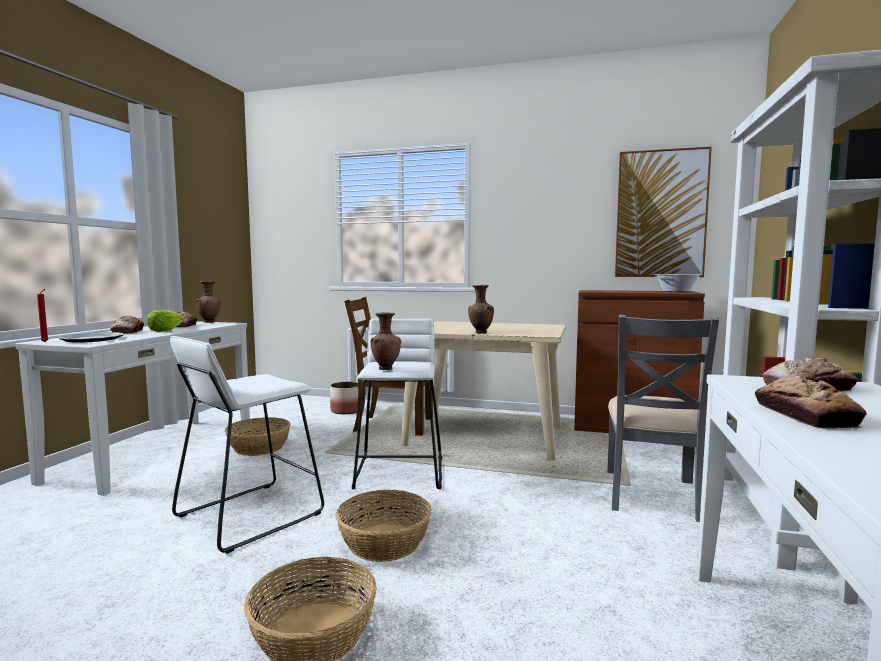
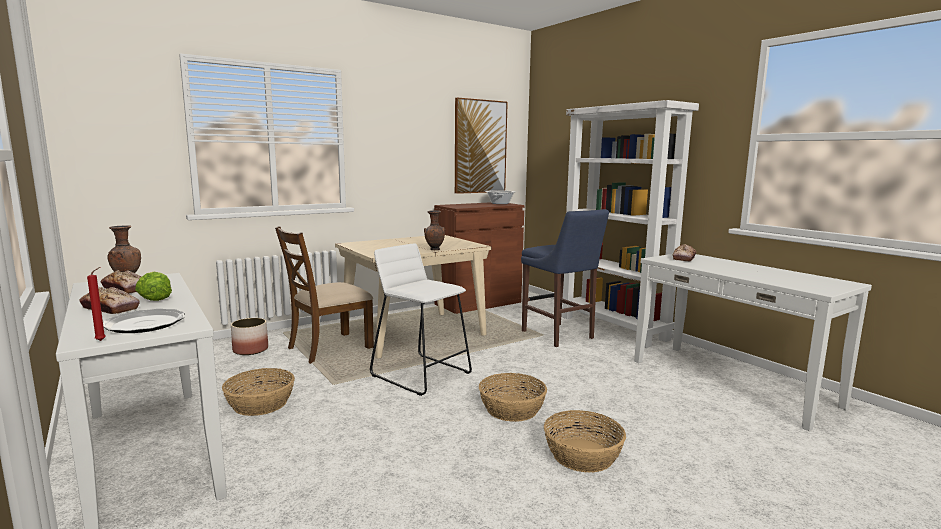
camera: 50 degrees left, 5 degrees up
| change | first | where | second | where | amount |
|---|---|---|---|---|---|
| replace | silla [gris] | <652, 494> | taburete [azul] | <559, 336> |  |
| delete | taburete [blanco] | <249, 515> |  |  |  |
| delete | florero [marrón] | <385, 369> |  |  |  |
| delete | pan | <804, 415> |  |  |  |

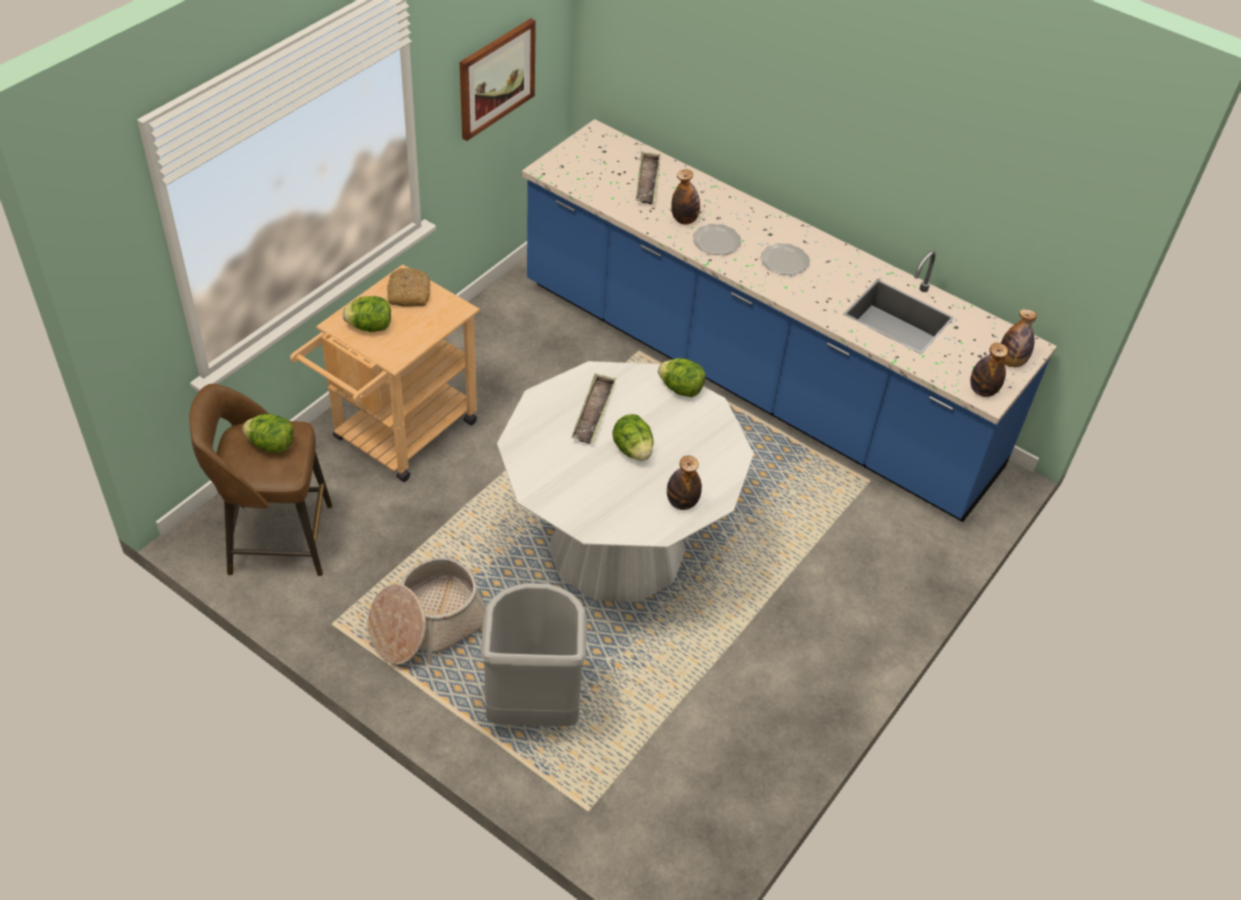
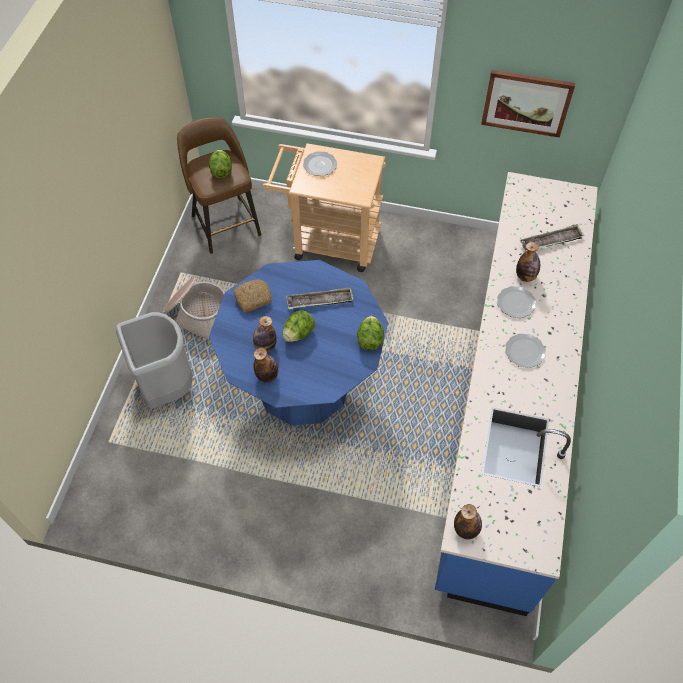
camera: 70 degrees right, 10 degrees up
| change | first | where | second | where | amount |
|---|---|---|---|---|---|
| recolor | mesa de comedor [blanco] | <616, 548> | mesa de comedor [azul] | <303, 384> |  |
| move | pan | <408, 293> |  | <253, 298> |  |
| move | botella | <1011, 362> |  | <265, 346> |  |
| replace | lechuga | <370, 327> | plato | <319, 165> |  |

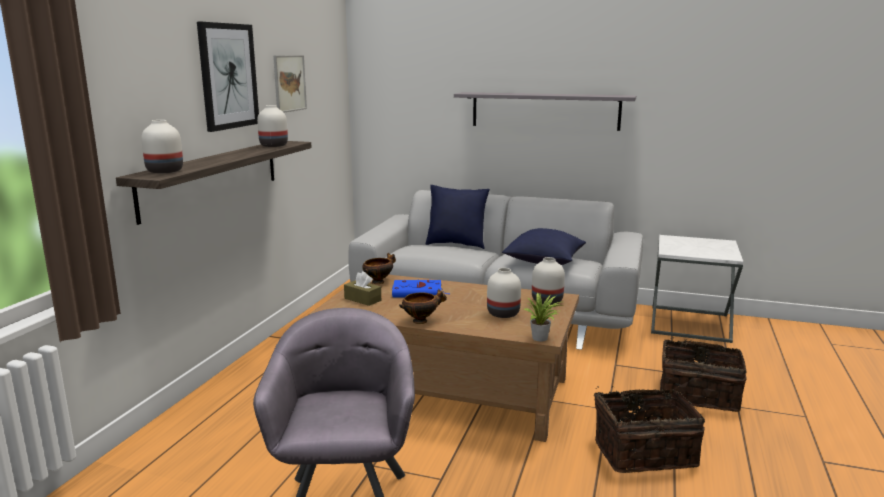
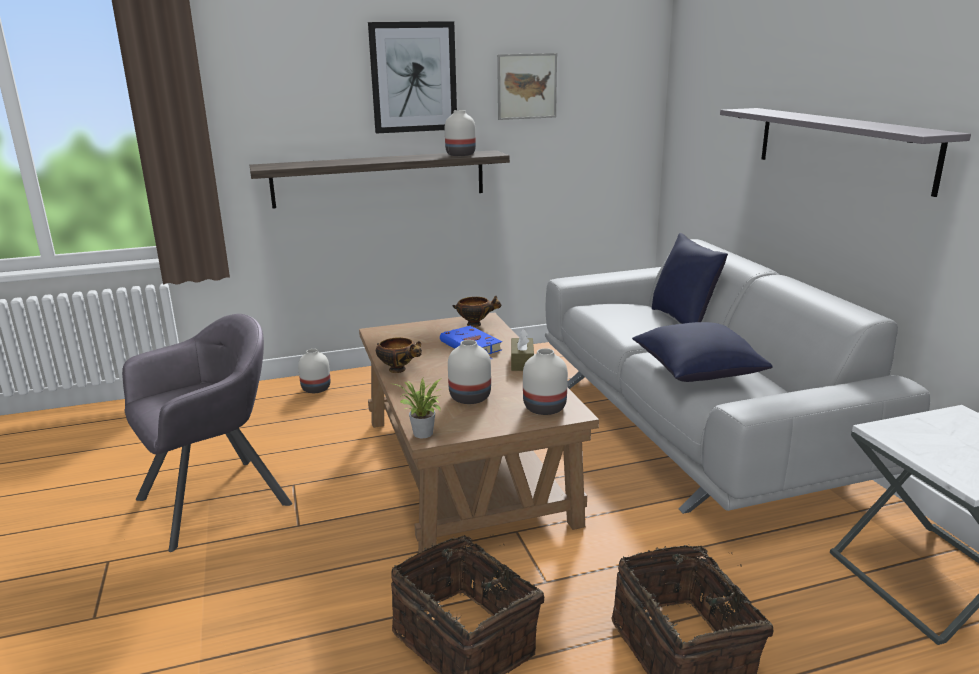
camera: 55 degrees right, 5 degrees up
| change | first | where | second | where | amount |
|---|---|---|---|---|---|
| move | florero [blanco] | <165, 171> |  | <317, 388> |  |
| move | caja de pañuelos [marrón] | <362, 299> |  | <522, 362> |  |

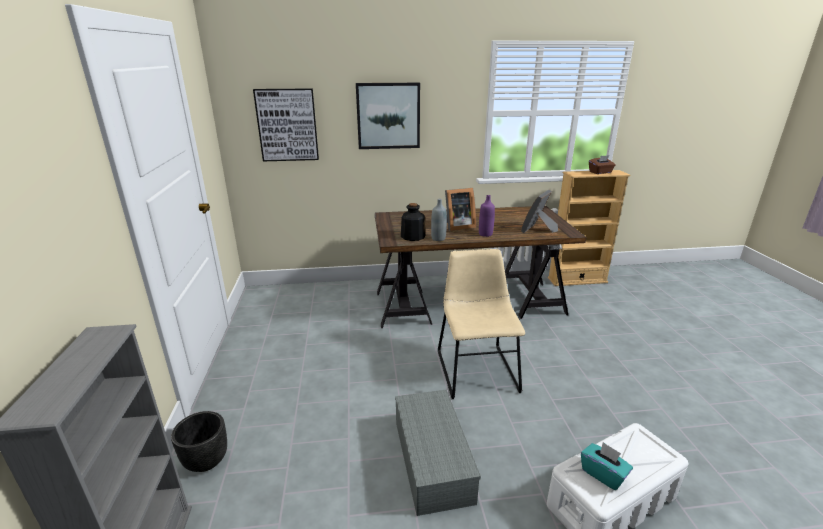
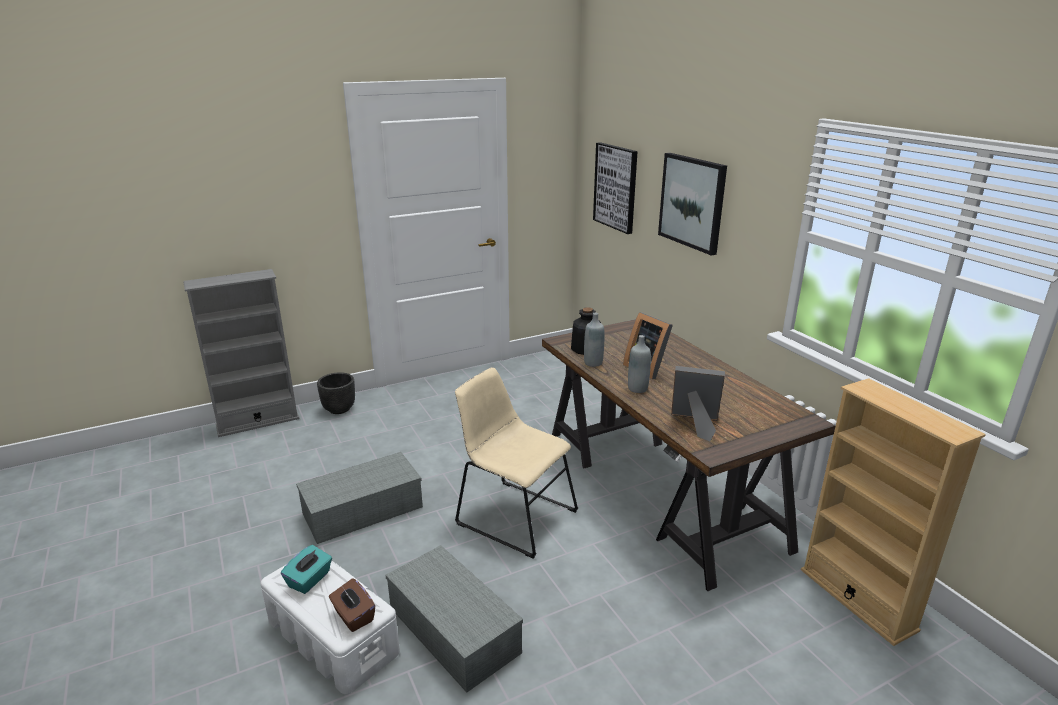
camera: 70 degrees right, 0 degrees up
| change | first | where | second | where | amount |
|---|---|---|---|---|---|
| move | caja de pañuelos [marrón] | <600, 172> |  | <353, 616> |  |
| insert |  |  | caja de almacenaje [gris] | <456, 630> |  |
| rotate | silla [beis] | <476, 368> |  | <512, 515> | 120 degrees counterclockwise |
| recolor | botella [morado] | <485, 234> | botella [gris] | <637, 388> |  |

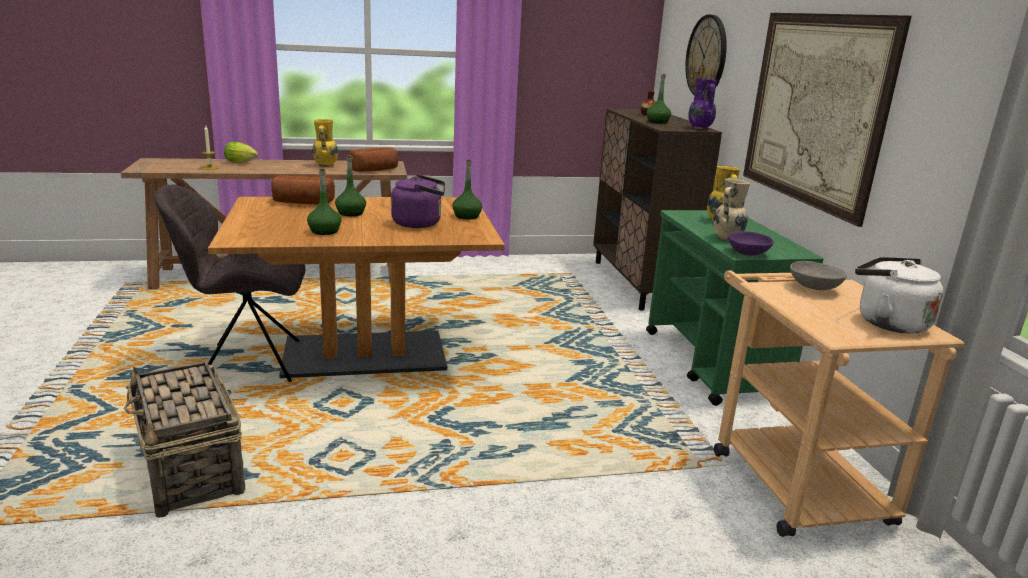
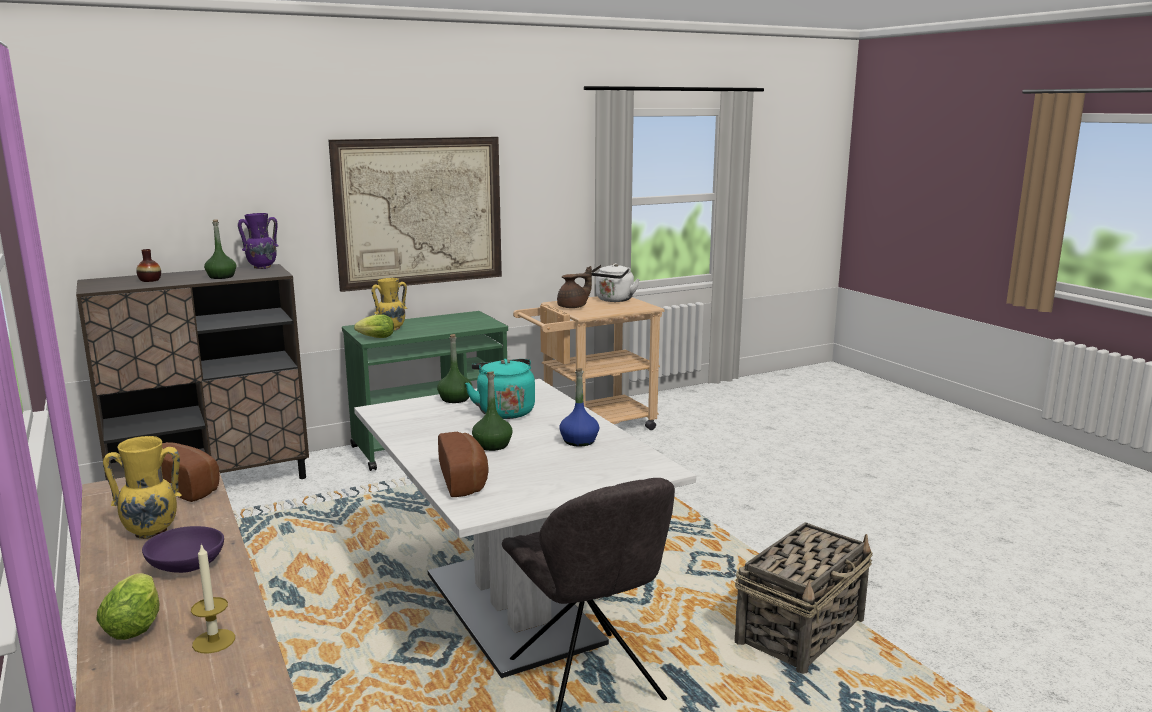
camera: 105 degrees left, 5 degrees down
| change | first | where | second | where | amount |
|---|---|---|---|---|---|
| move | cuenco [morado] | <748, 253> |  | <187, 566> |  |
| insert |  |  | lechuga | <374, 338> |  |
| recolor | mesa de comedor [marrón] | <364, 355> | mesa de comedor [blanco] | <512, 608> |  |
| recolor | hervidor [morado] | <420, 223> | hervidor [turquesa] | <504, 411> |  |
| replace | cuenco [gris] | <813, 287> | tetera [marrón] | <573, 307> |  |
| recolor | botella [verde] | <324, 231> | botella [azul] | <579, 441> |  |
| delete | reloj de pared | <707, 56> |  |  |  |
| delete | florero [beis] | <727, 238> |  |  |  |

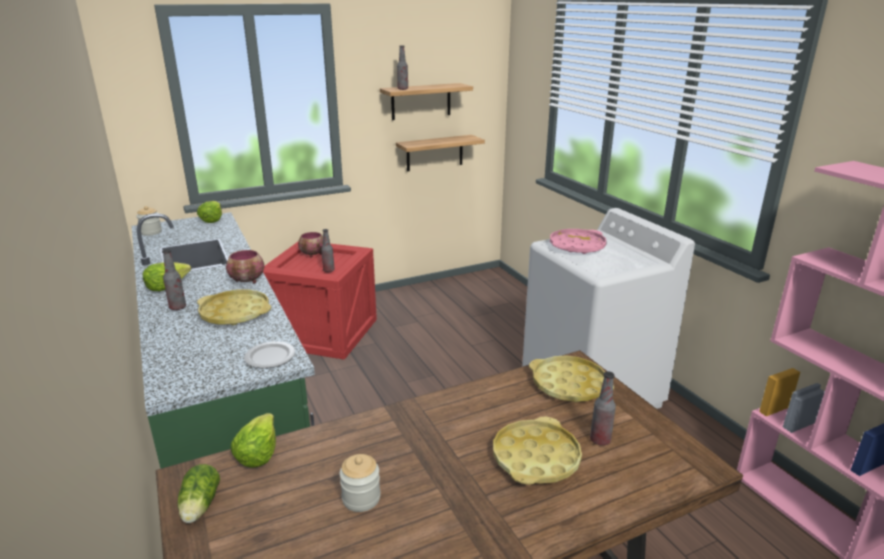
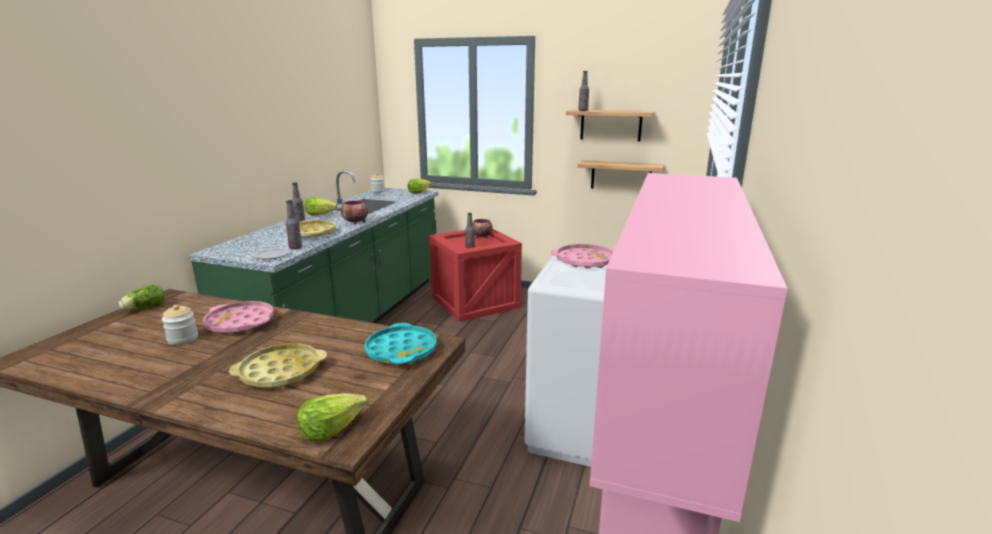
camera: 45 degrees right, 5 degrees down
| change | first | where | second | where | amount |
|---|---|---|---|---|---|
| insert |  |  | bandeja [rosa] | <240, 323> |  |
| move | botella | <600, 440> |  | <295, 248> |  |
| move | lechuga | <258, 453> |  | <331, 429> |  |
| recolor | bandeja [amarillo] | <569, 384> | bandeja [turquesa] | <401, 350> |  |

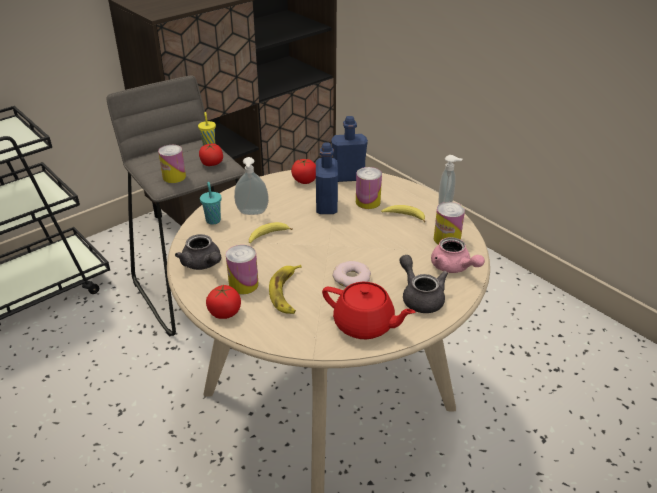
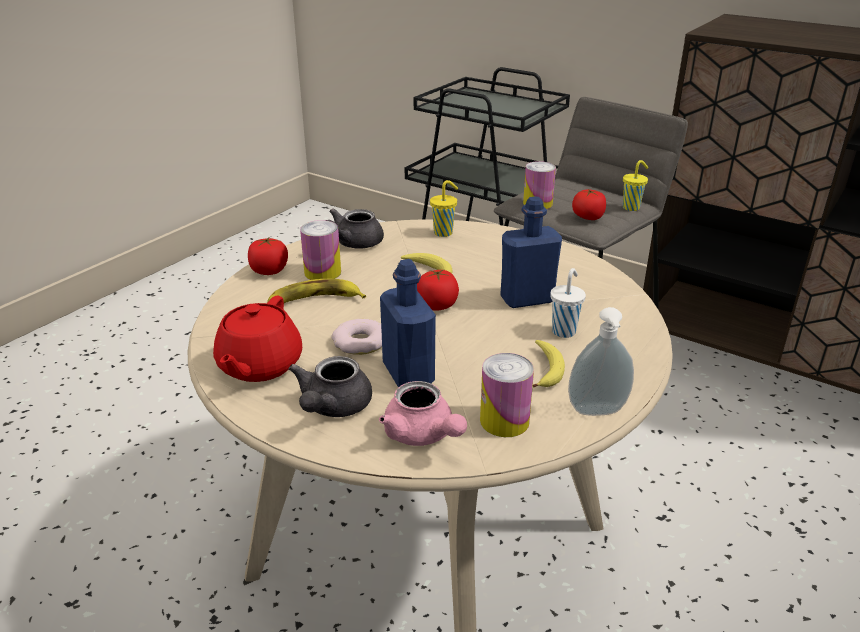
camera: 75 degrees right, 5 degrees down
| change | first | where | second | where | amount |
|---|---|---|---|---|---|
| rotate | tetera [gris] | <420, 297> |  | <332, 407> | 150 degrees clockwise |
| rotate | tetera [rosa] | <453, 267> |  | <423, 435> | 75 degrees counterclockwise |
| move | botella [azul] | <348, 177> |  | <408, 374> |  |
| move | tomate | <304, 180> |  | <437, 305> |  |
| recolor | taza [turquesa] | <213, 220> | taza [amarillo] | <444, 233> |  |
| replace | lata | <368, 202> | taza [blanco] | <564, 331> |  |
| delete | dispensador de jabón | <252, 213> |  |  |  |

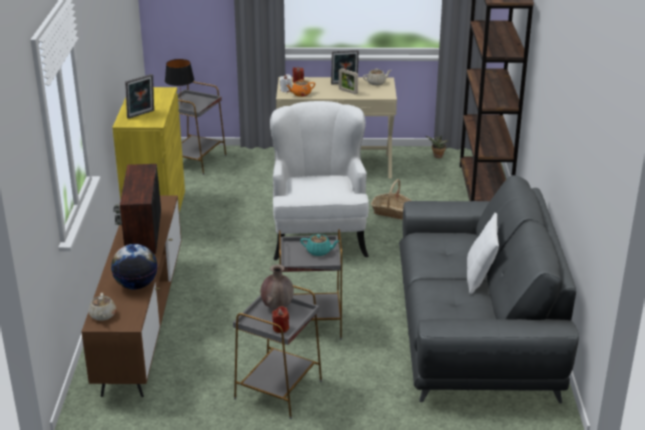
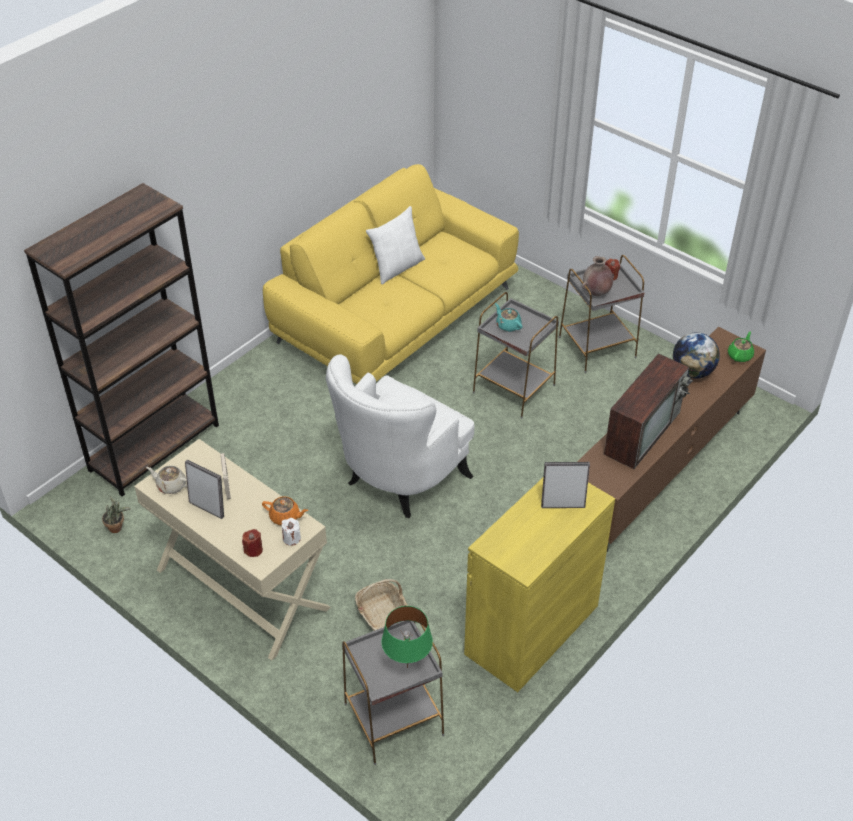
camera: 140 degrees left, 15 degrees up
| change | first | where | second | where | amount |
|---|---|---|---|---|---|
| recolor | sofá [gris] | <475, 328> | sofá [amarillo] | <396, 315> |  |
| move | cesta | <392, 212> |  | <382, 613> |  |
| recolor | lámpara de mesa [negro] | <181, 104> | lámpara de mesa [verde] | <407, 667> |  |
| recolor | tetera [beis] | <102, 315> | tetera [verde] | <740, 355> |  |

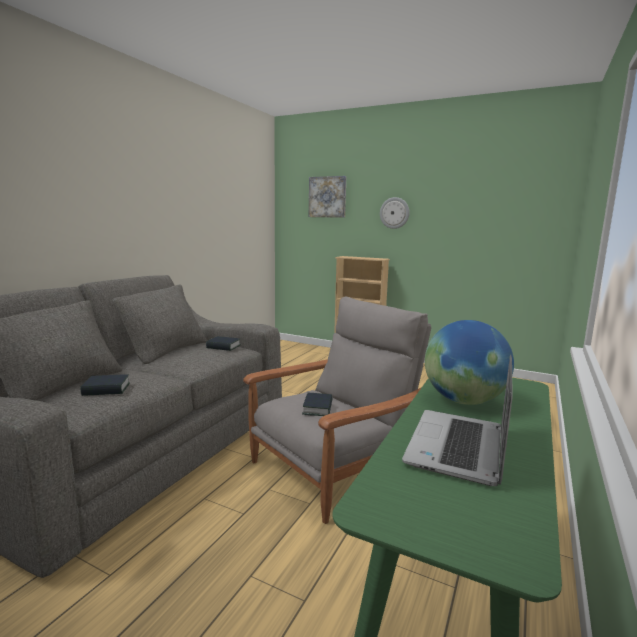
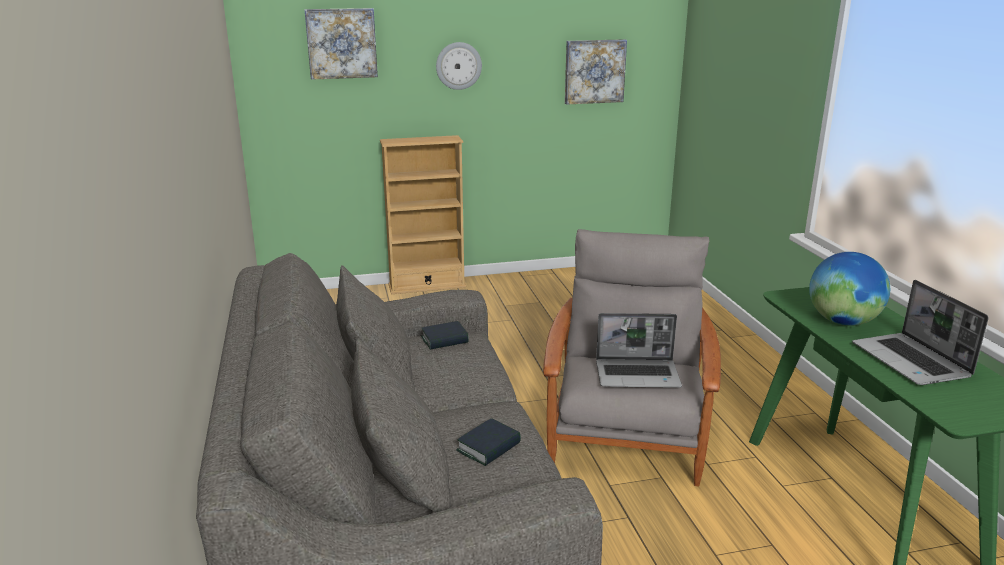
camera: 40 degrees left, 10 degrees up
| change | first | where | second | where | amount |
|---|---|---|---|---|---|
| insert |  |  | cuadro | <594, 71> |  |
| replace | libro | <318, 408> | portátil | <638, 375> |  |

